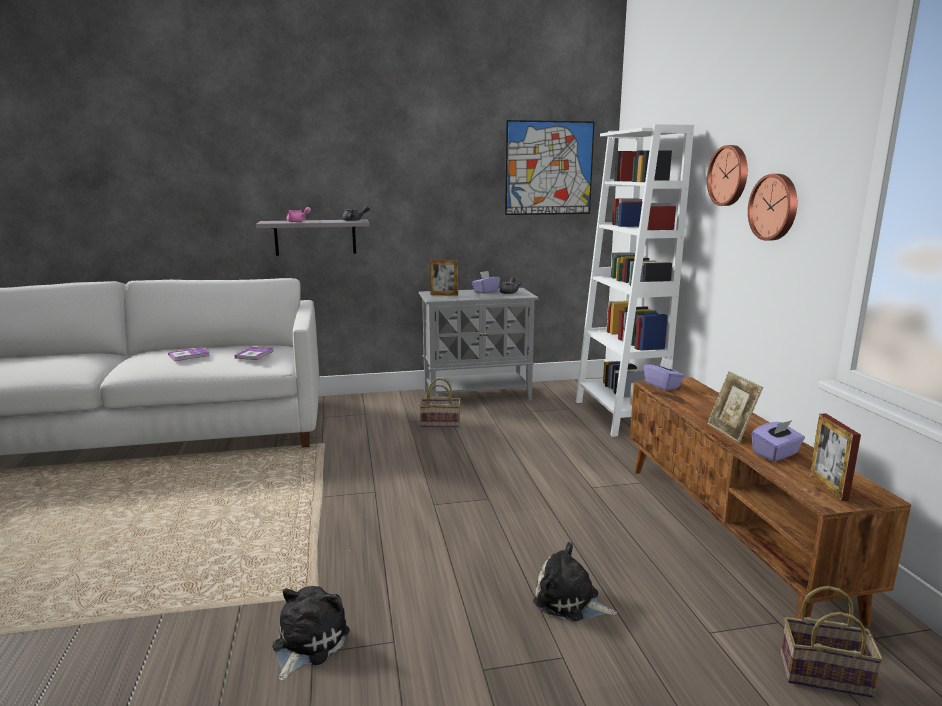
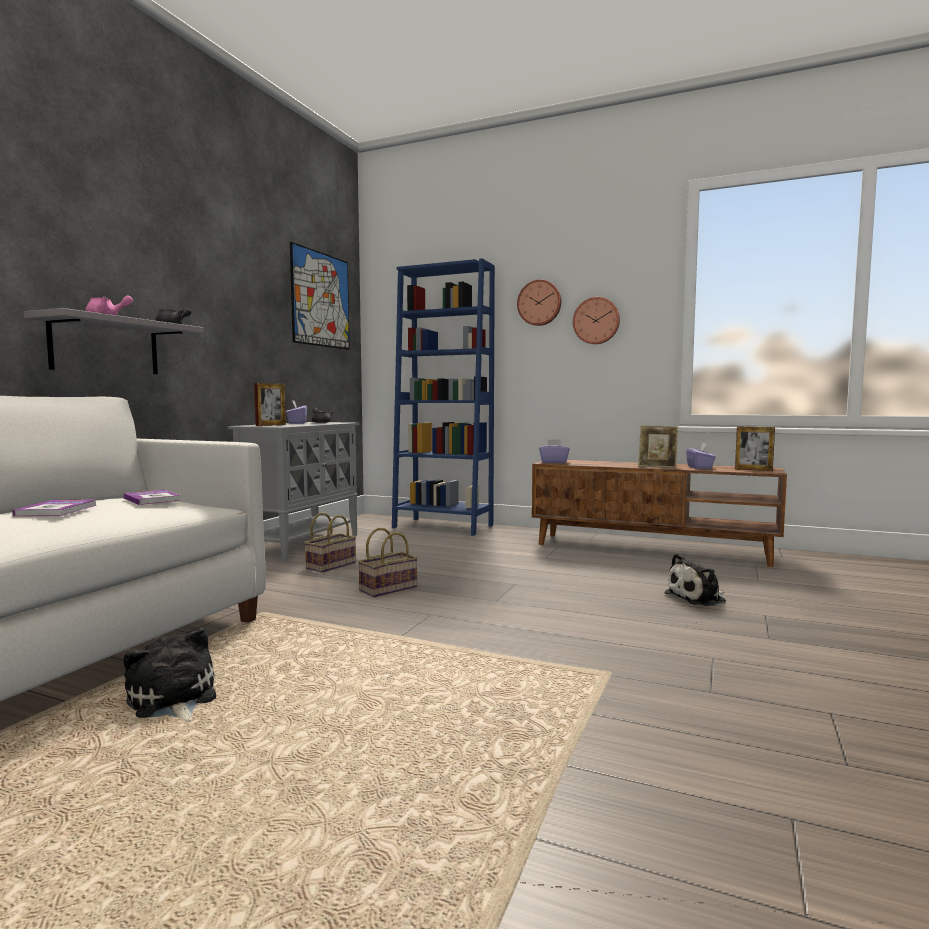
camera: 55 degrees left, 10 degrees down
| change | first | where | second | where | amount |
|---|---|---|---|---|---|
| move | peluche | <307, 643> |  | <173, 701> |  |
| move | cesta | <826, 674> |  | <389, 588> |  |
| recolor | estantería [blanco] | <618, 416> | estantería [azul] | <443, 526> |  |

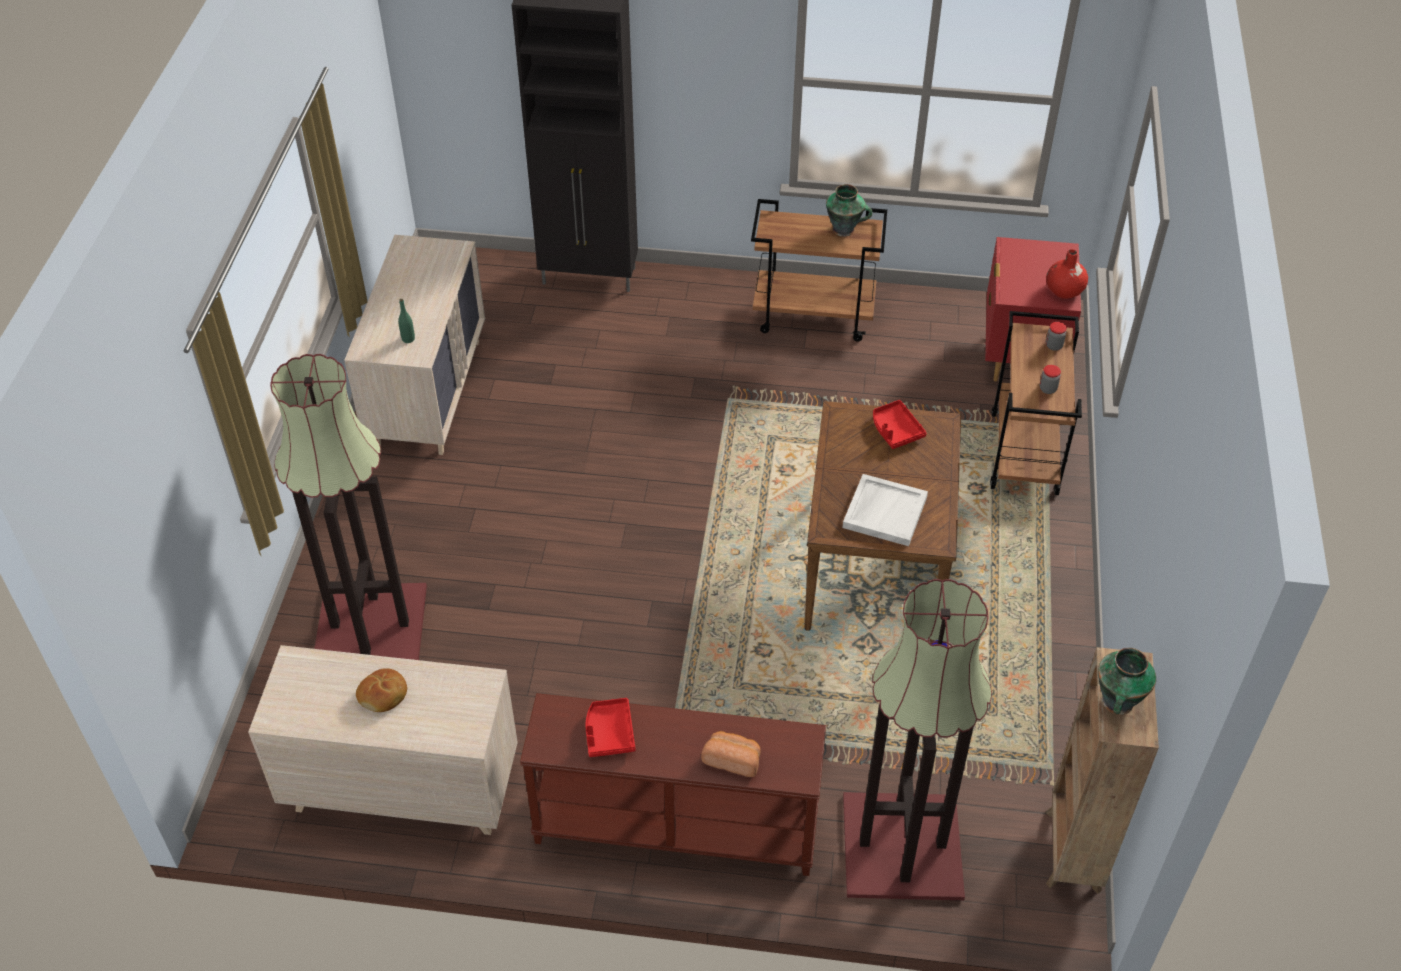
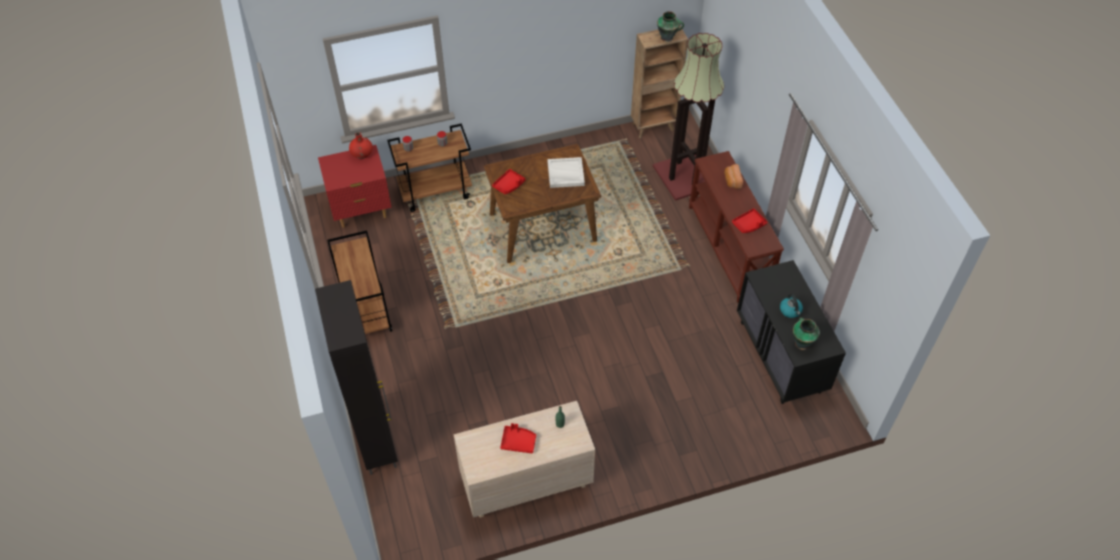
camera: 115 degrees left, 5 degrees up
| change | first | where | second | where | amount |
|---|---|---|---|---|---|
| insert |  |  | bandeja [rojo] | <518, 442> |  |
| recolor | cómoda [beis] | <401, 787> | cómoda [negro] | <780, 357> |  |
| replace | pan | <383, 695> | hervidor | <790, 311> |  |
| move | florero | <844, 230> |  | <801, 343> |  |
| delete | lámpara de pie | <372, 629> |  |  |  |

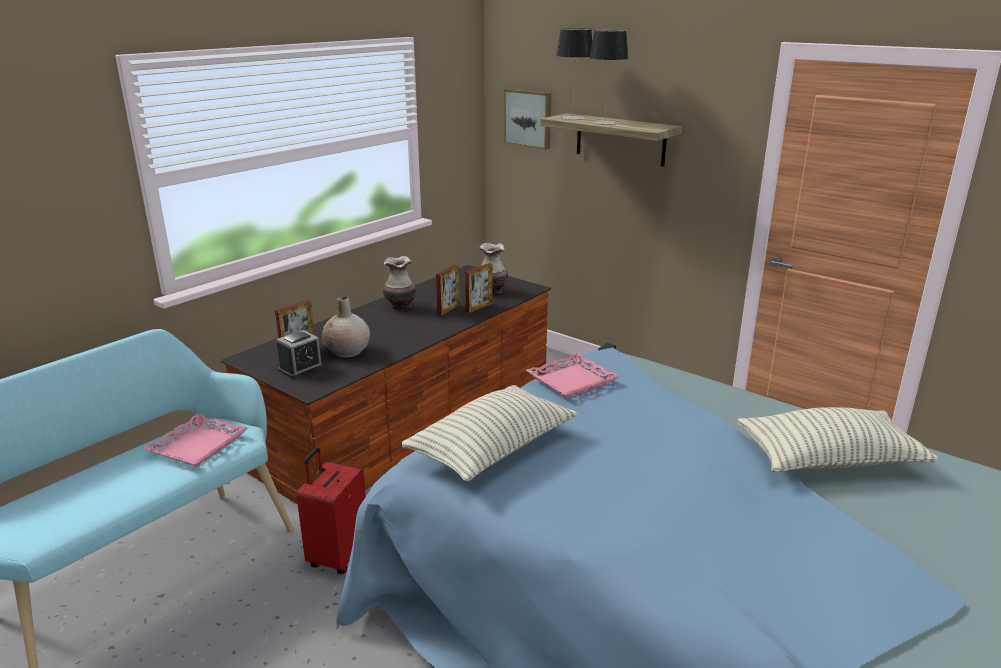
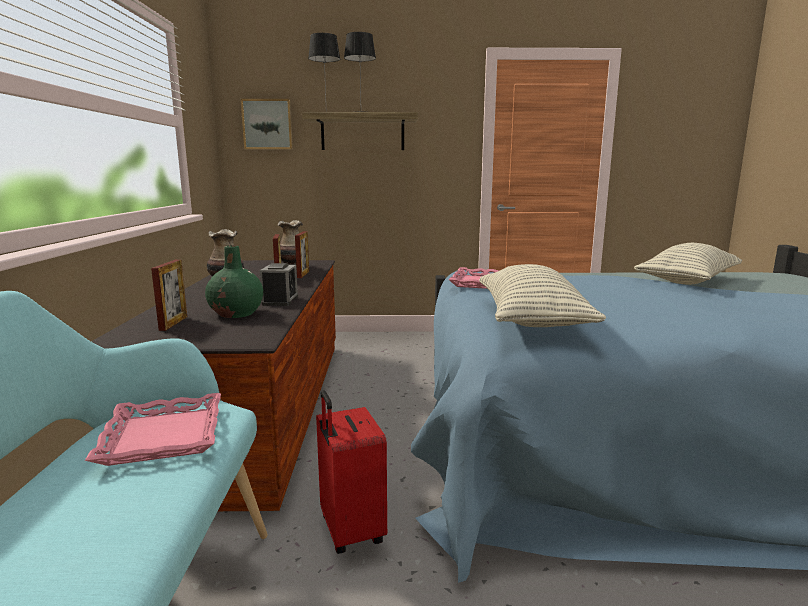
camera: 40 degrees left, 10 degrees down
| change | first | where | second | where | amount |
|---|---|---|---|---|---|
| recolor | florero [beis] | <347, 351> | florero [verde] | <237, 313> |  |
| move | despertador | <301, 368> |  | <280, 301> |  |

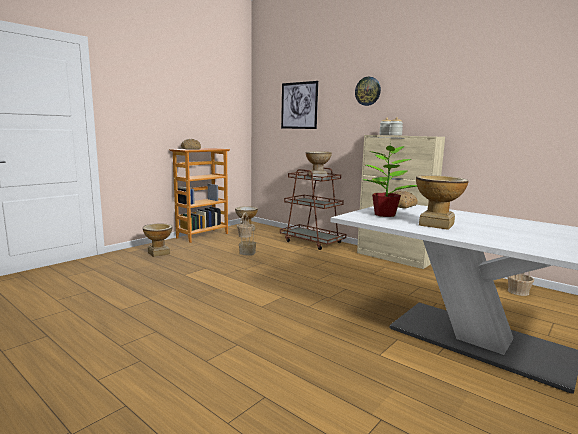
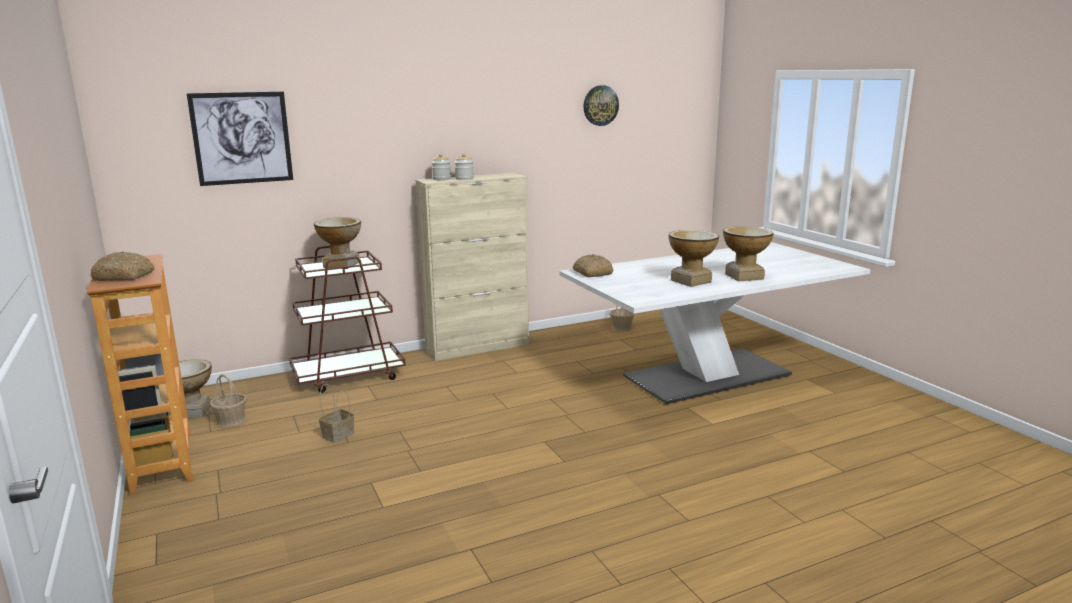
camera: 65 degrees left, 5 degrees up
| change | first | where | second | where | amount |
|---|---|---|---|---|---|
| move | reloj de pared | <368, 91> |  | <600, 105> |  |
| move | florero | <159, 253> |  | <744, 276> |  |
| delete | planta en maceta | <385, 214> |  |  |  |

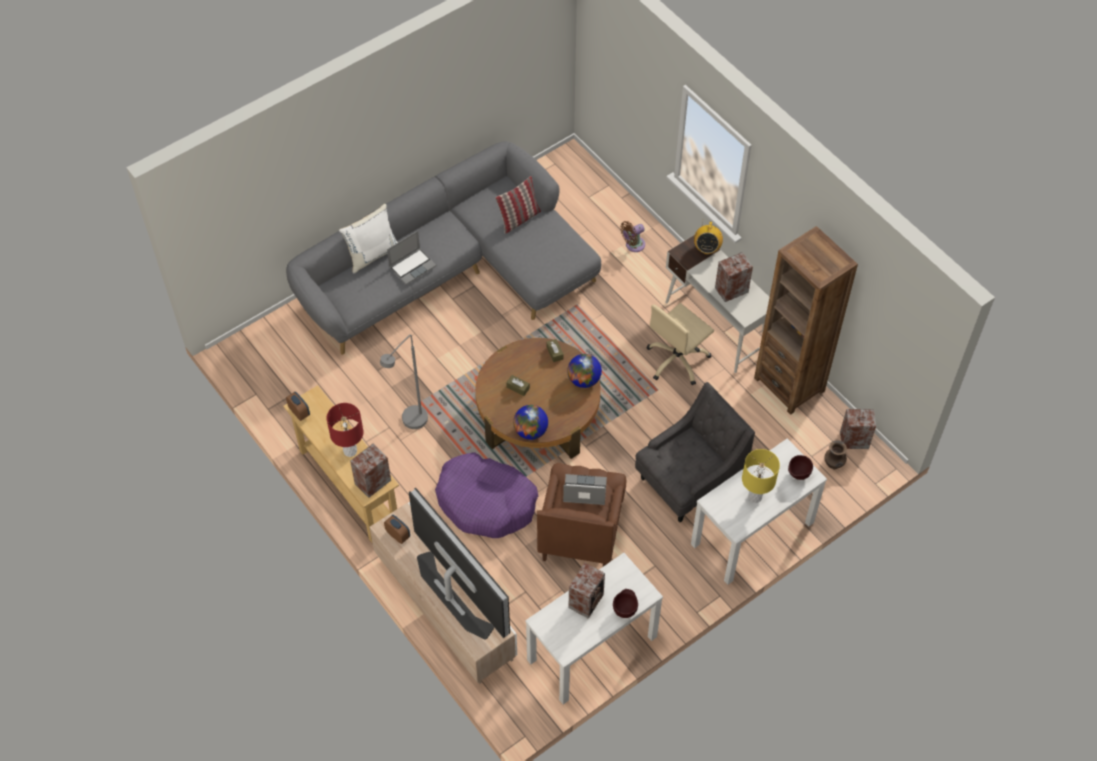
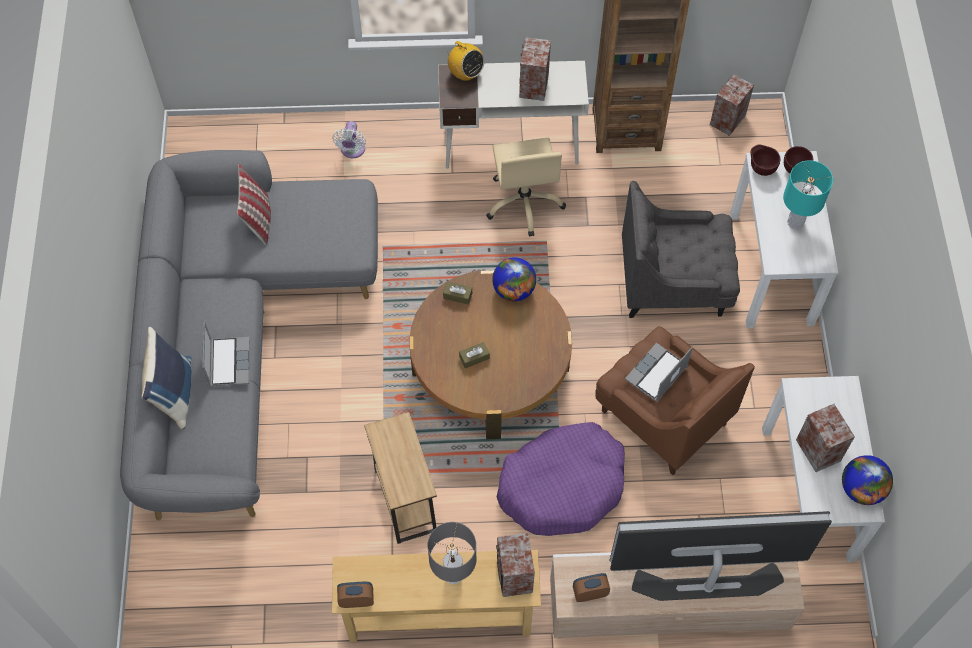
camera: 55 degrees left, 5 degrees up
| change | first | where | second | where | amount |
|---|---|---|---|---|---|
| recolor | cojín [blanco] | <372, 254> | cojín [azul] | <174, 393> |  |
| recolor | ventilador [marrón] | <633, 245> | ventilador [blanco] | <352, 150> |  |
| replace | lámpara de pie [gris] | <411, 424> | mesa auxiliar [marrón] | <405, 500> |  |
| recolor | lámpara de mesa [rojo] | <350, 451> | lámpara de mesa [gris] | <453, 574> |  |
| rotate | sillón [gris] | <689, 481> |  | <674, 283> | 90 degrees counterclockwise |
| move | cuenco [marrón] | <625, 609> |  | <761, 169> |  |
| recolor | lámpara de mesa [amarillo] | <755, 497> | lámpara de mesa [turquesa] | <795, 222> |  |
| move | globo terráqueo | <530, 431> |  | <861, 489> |  |
| delete | florero [marrón] | <833, 465> |  |  |  |

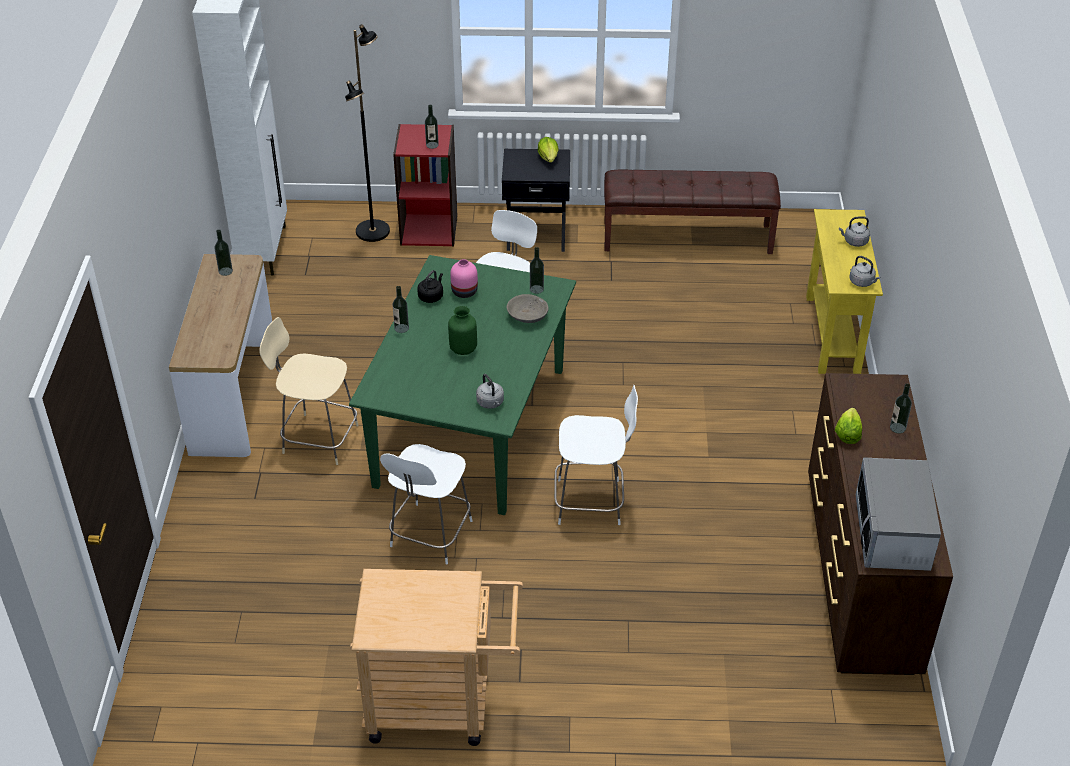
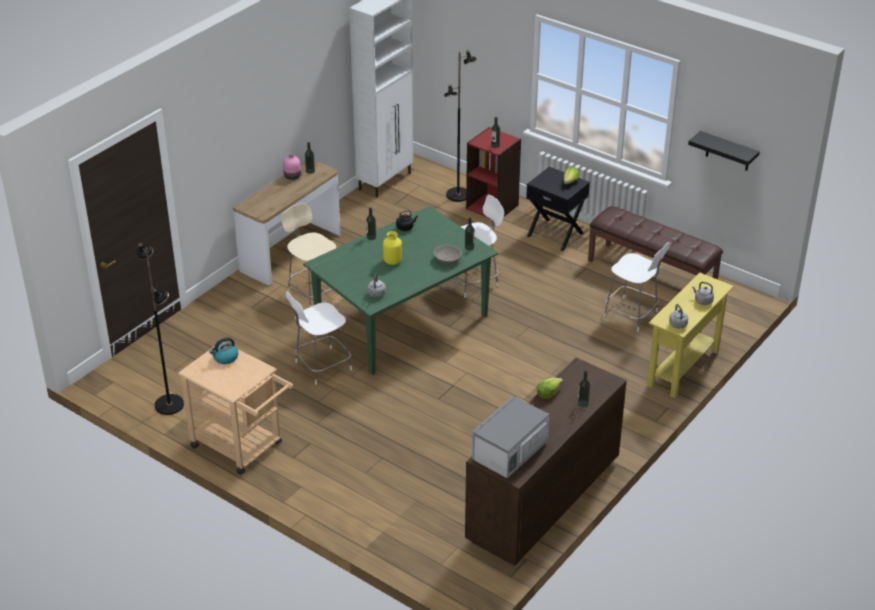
camera: 35 degrees right, 5 degrees down
| change | first | where | second | where | amount |
|---|---|---|---|---|---|
| insert |  |  | lámpara de pie [negro] | <170, 404> |  |
| insert |  |  | hervidor | <225, 358> |  |
| move | florero [rosa] | <464, 292> |  | <292, 176> |  |
| recolor | florero [verde] | <463, 348> | florero [amarillo] | <392, 261> |  |
| move | silla [blanco] | <592, 502> |  | <632, 315> |  |
| insert |  |  | estante [negro] | <728, 152> |  |

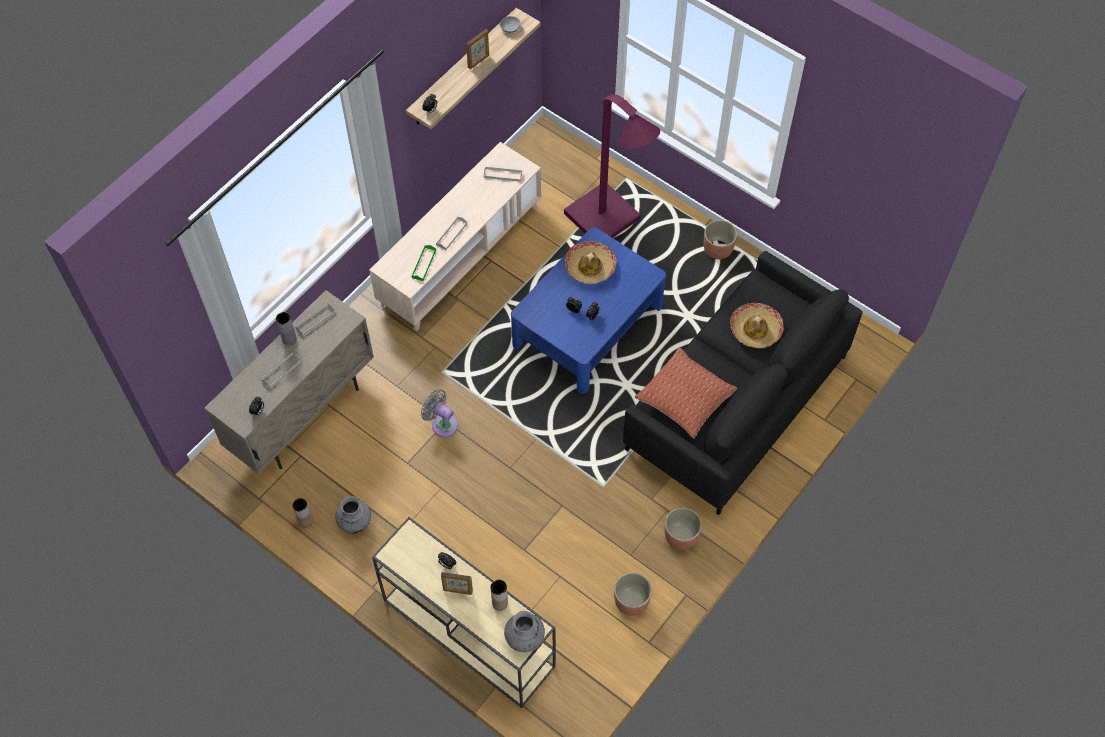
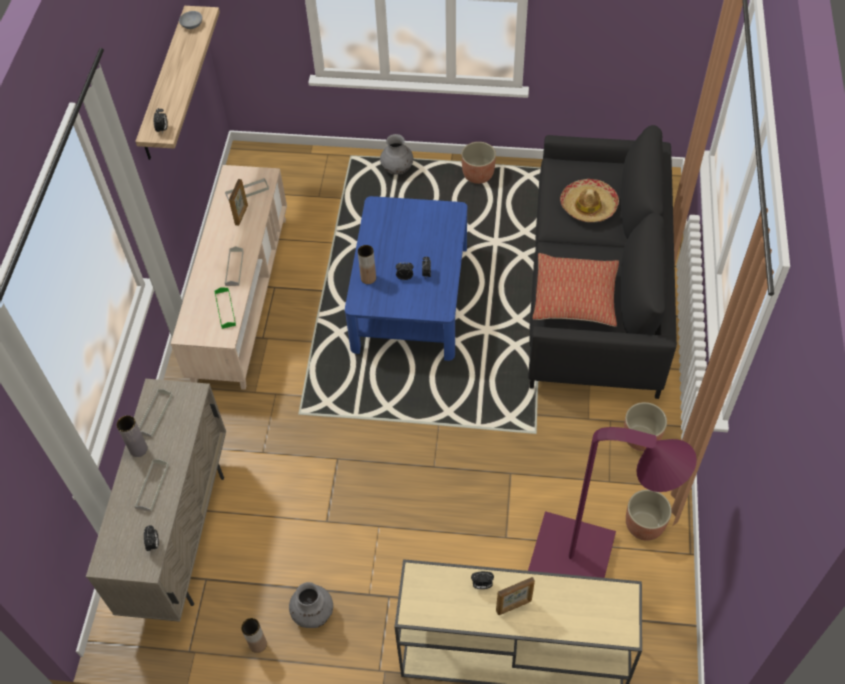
camera: 30 degrees left, 5 degrees down
| change | first | where | second | where | amount |
|---|---|---|---|---|---|
| move | portarretratos | <478, 61> |  | <241, 215> |  |
| move | florero [marrón] | <500, 603> |  | <368, 278> |  |
| move | florero [gris] | <524, 638> |  | <397, 169> |  |
| move | lámpara de pie [morado] | <609, 223> |  | <585, 561> |  |
| delete | ventilador [gris] | <442, 423> |  |  |  |
| delete | sombrero | <590, 267> |  |  |  |

